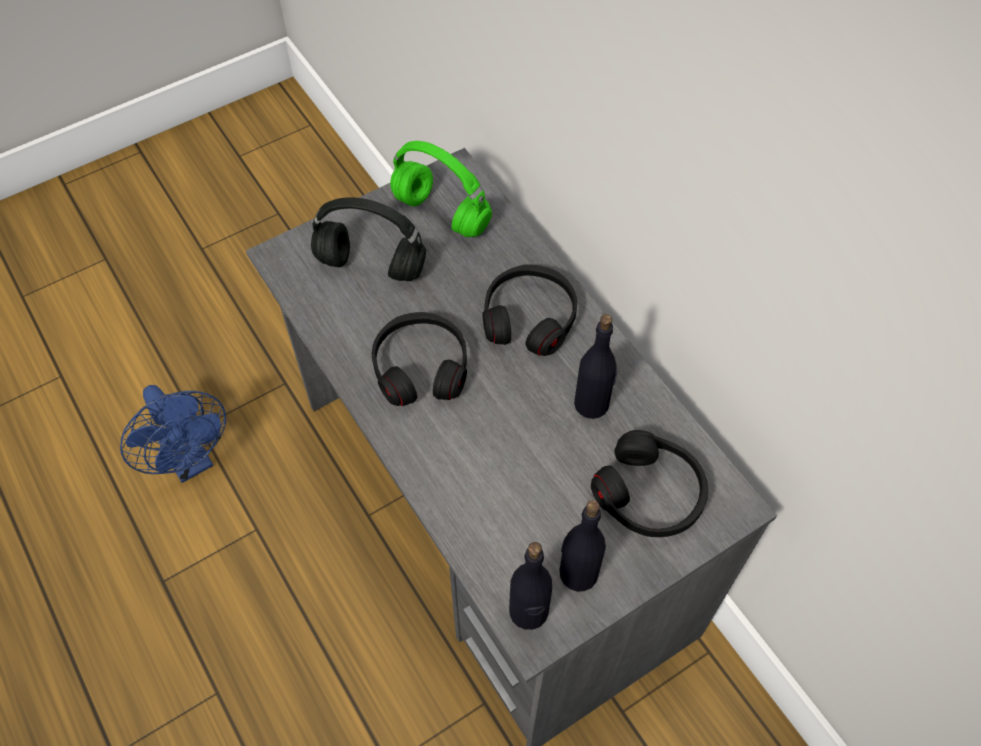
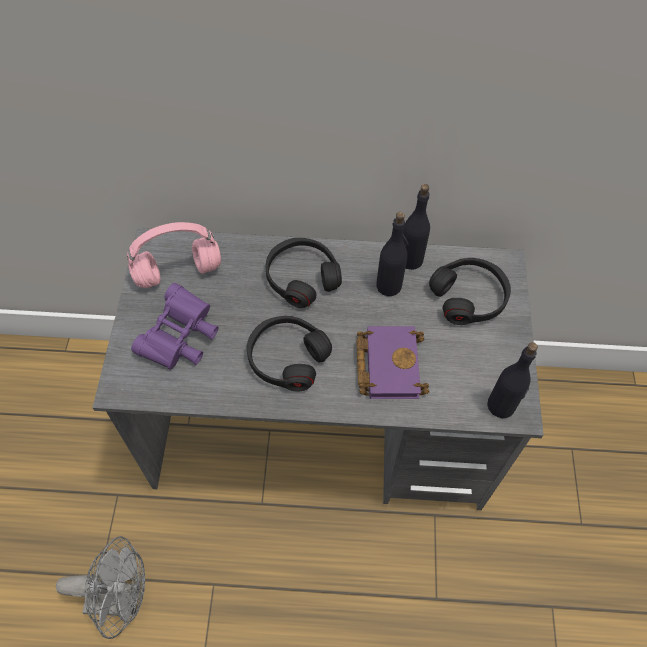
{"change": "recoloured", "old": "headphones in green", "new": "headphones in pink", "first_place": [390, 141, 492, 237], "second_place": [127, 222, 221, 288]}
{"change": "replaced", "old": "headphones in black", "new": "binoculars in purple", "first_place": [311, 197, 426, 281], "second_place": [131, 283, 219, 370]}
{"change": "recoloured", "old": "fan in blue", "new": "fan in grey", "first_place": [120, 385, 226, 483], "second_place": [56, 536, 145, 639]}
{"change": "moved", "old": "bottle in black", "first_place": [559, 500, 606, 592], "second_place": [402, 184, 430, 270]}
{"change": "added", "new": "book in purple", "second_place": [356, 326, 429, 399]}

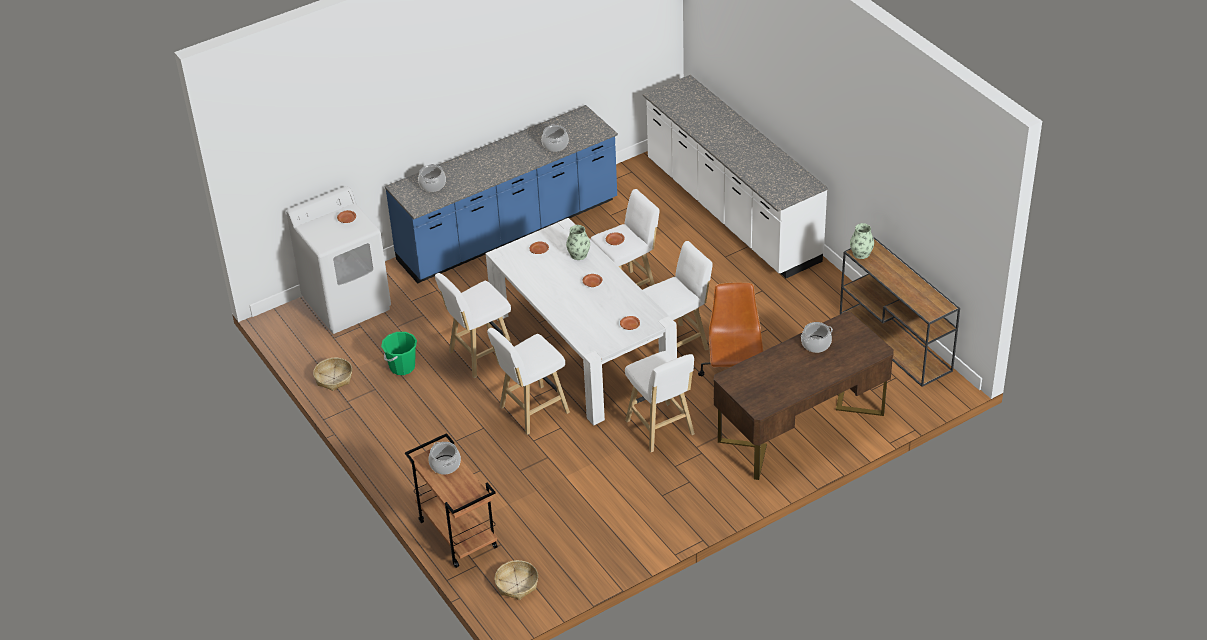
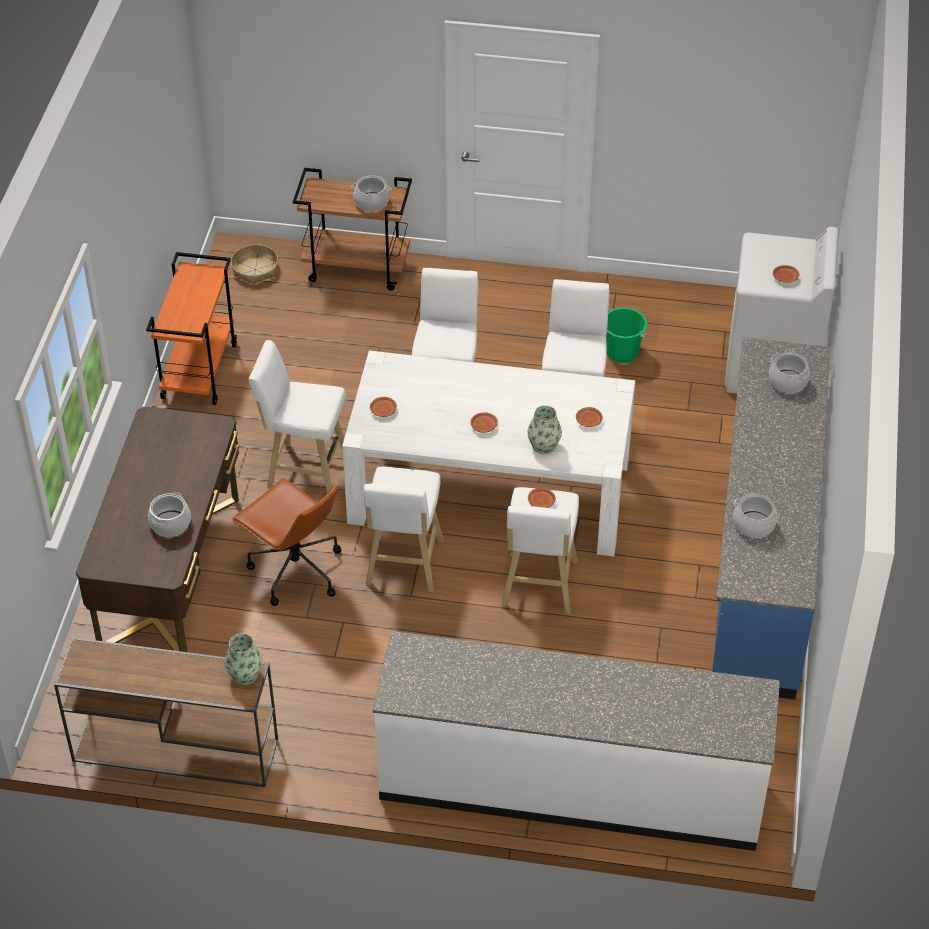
{"change": "removed", "old": "basket", "first_place": [313, 358, 352, 391]}
{"change": "added", "new": "cart in orange", "second_place": [146, 252, 237, 405]}

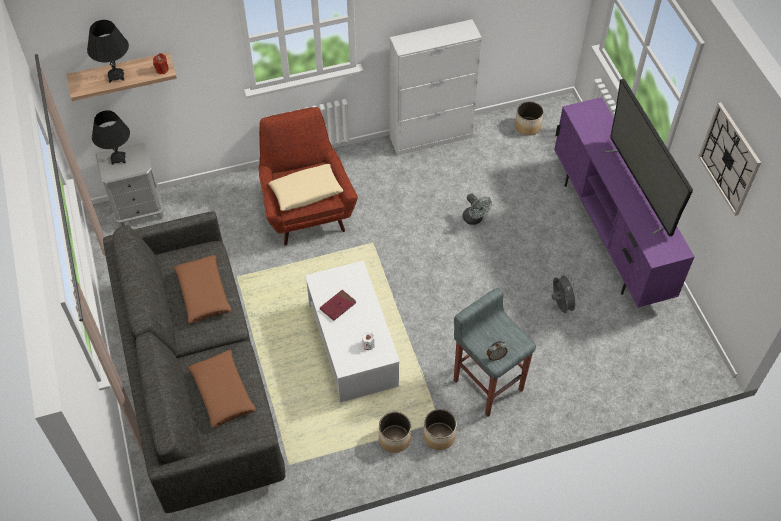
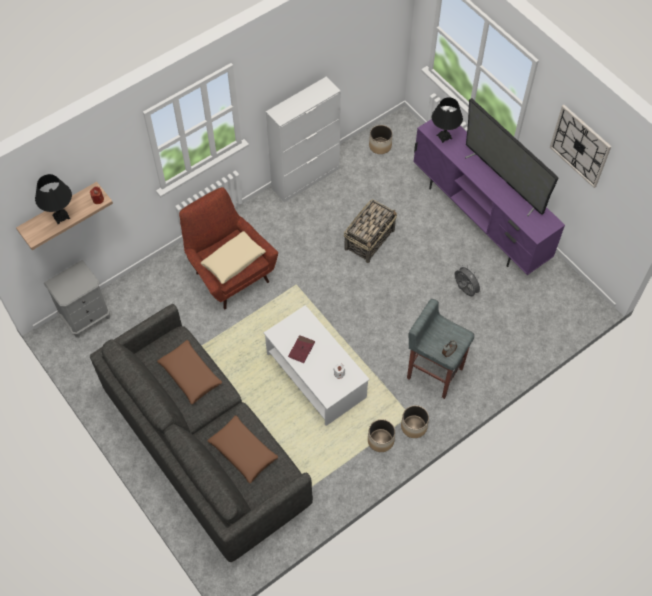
{"change": "moved", "old": "table lamp in black", "first_place": [92, 110, 130, 165], "second_place": [432, 98, 463, 143]}
{"change": "replaced", "old": "fan in grey", "new": "basket", "first_place": [463, 193, 492, 225], "second_place": [344, 199, 397, 263]}

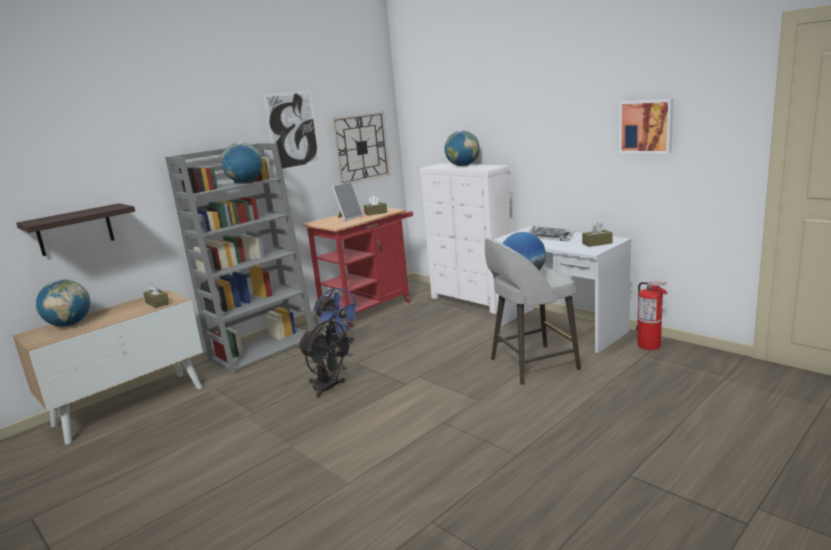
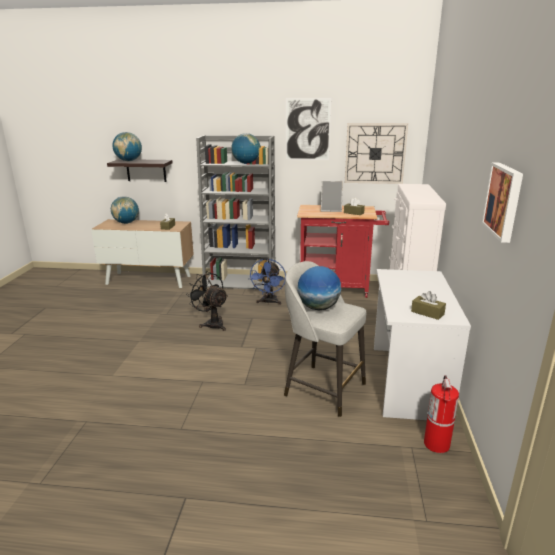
{"change": "moved", "old": "globe", "first_place": [445, 130, 480, 166], "second_place": [112, 132, 142, 161]}
{"change": "removed", "old": "keyboard", "first_place": [529, 226, 575, 241]}
{"change": "turned", "old": "fan in black", "first_place": [298, 321, 354, 398], "second_place": [186, 272, 228, 331], "degrees": 135}

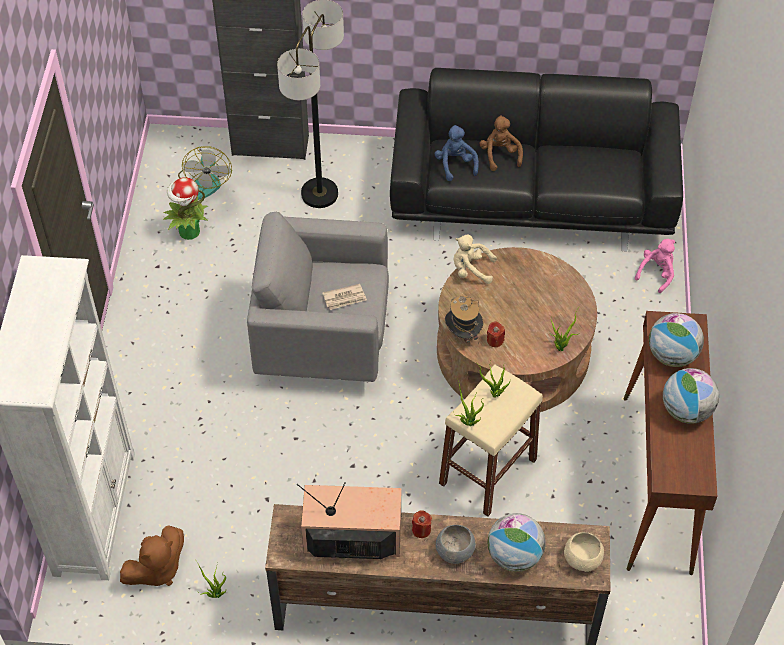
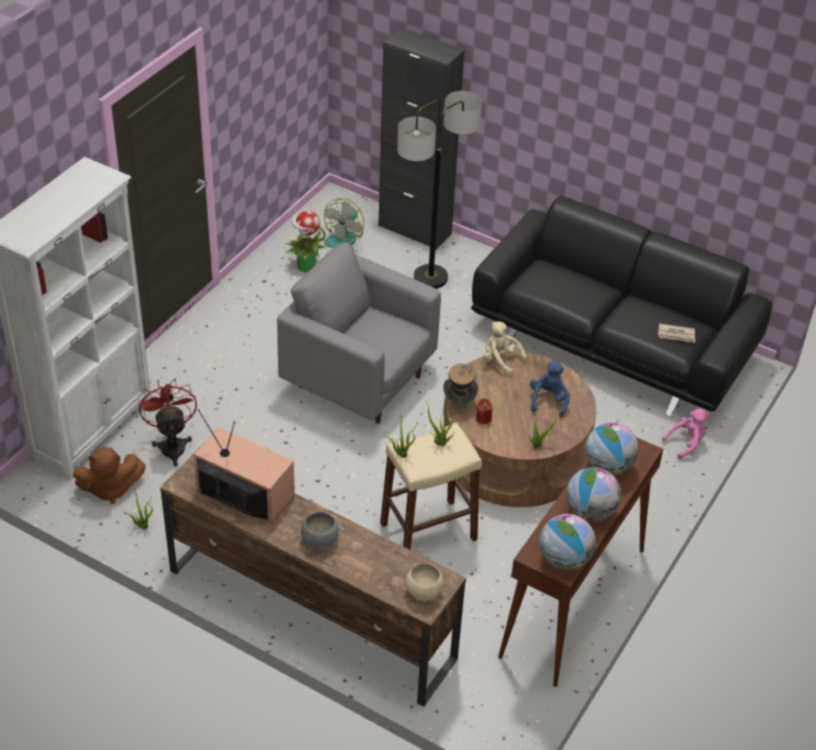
{"change": "removed", "old": "plush toy in brown", "first_place": [479, 115, 523, 171]}
{"change": "moved", "old": "plush toy in blue", "first_place": [434, 125, 479, 181], "second_place": [530, 360, 570, 417]}
{"change": "moved", "old": "newspaper", "first_place": [323, 284, 367, 310], "second_place": [658, 323, 695, 343]}
{"change": "removed", "old": "candle in red", "first_place": [412, 510, 432, 538]}
{"change": "moved", "old": "globe", "first_place": [487, 513, 546, 572], "second_place": [539, 514, 596, 571]}
{"change": "added", "new": "fan in red", "second_place": [138, 379, 197, 466]}

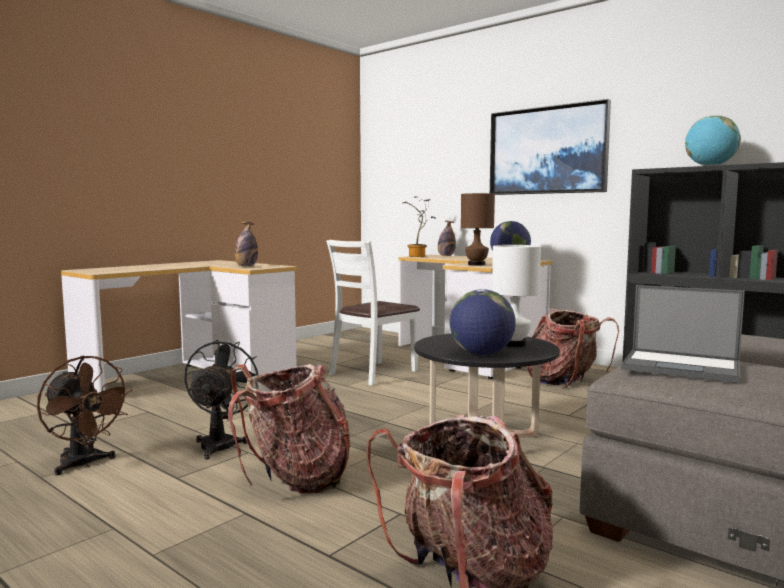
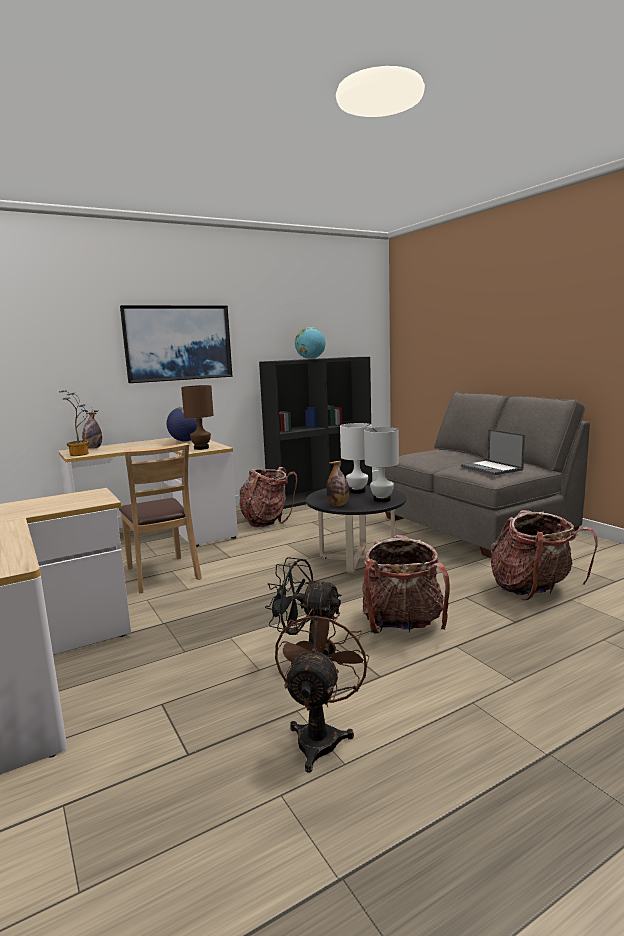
{"change": "moved", "old": "bottle", "first_place": [234, 222, 258, 266], "second_place": [326, 461, 349, 506]}
{"change": "recoloured", "old": "chair in white", "new": "chair in brown", "first_place": [326, 240, 420, 386], "second_place": [119, 443, 202, 593]}
{"change": "turned", "old": "laptop", "first_place": [621, 285, 745, 383], "second_place": [461, 429, 525, 475], "degrees": 105}
{"change": "replaced", "old": "globe", "new": "table lamp in white", "first_place": [449, 289, 516, 355], "second_place": [364, 427, 399, 503]}
{"change": "turned", "old": "fan in brown", "first_place": [37, 356, 133, 475], "second_place": [275, 608, 369, 772], "degrees": -45}

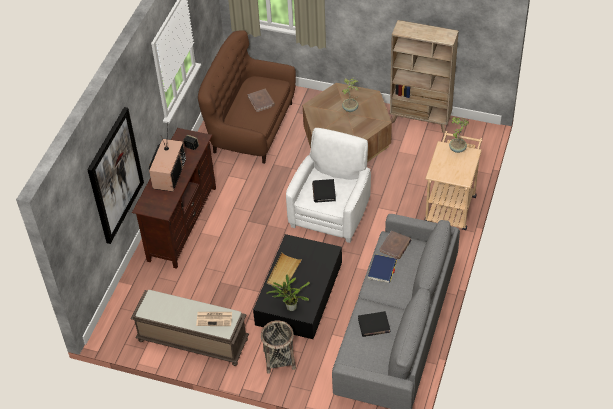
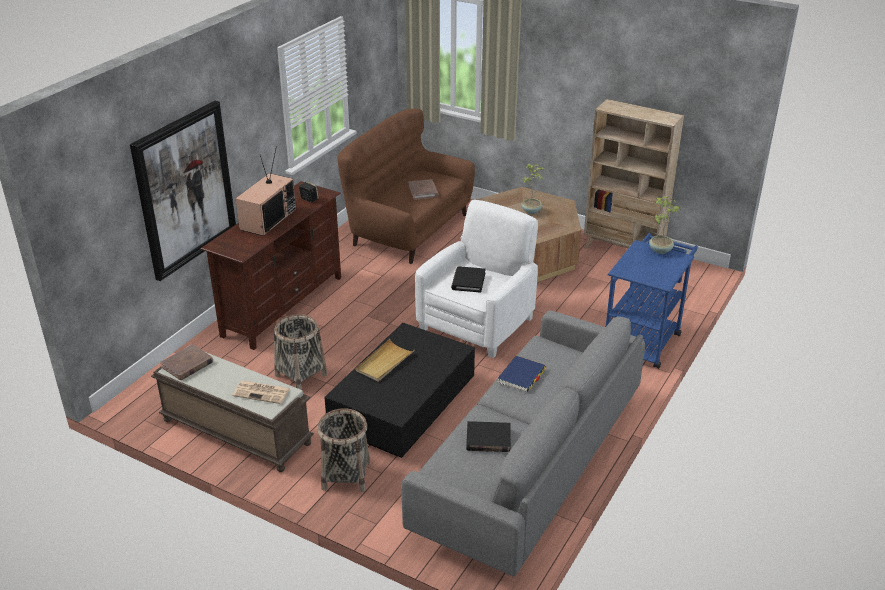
{"change": "recoloured", "old": "cart in beige", "new": "cart in blue", "first_place": [425, 131, 482, 230], "second_place": [606, 233, 698, 369]}
{"change": "moved", "old": "book in brown", "first_place": [379, 231, 411, 259], "second_place": [160, 344, 213, 380]}
{"change": "removed", "old": "potted plant", "first_place": [266, 275, 310, 311]}
{"change": "added", "new": "basket", "second_place": [274, 314, 327, 390]}

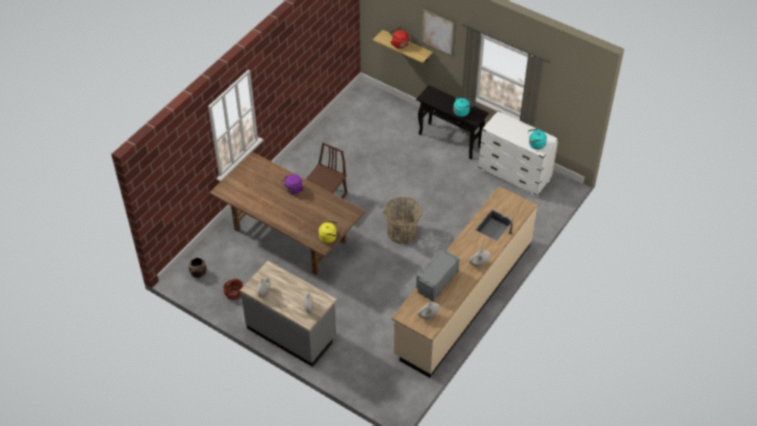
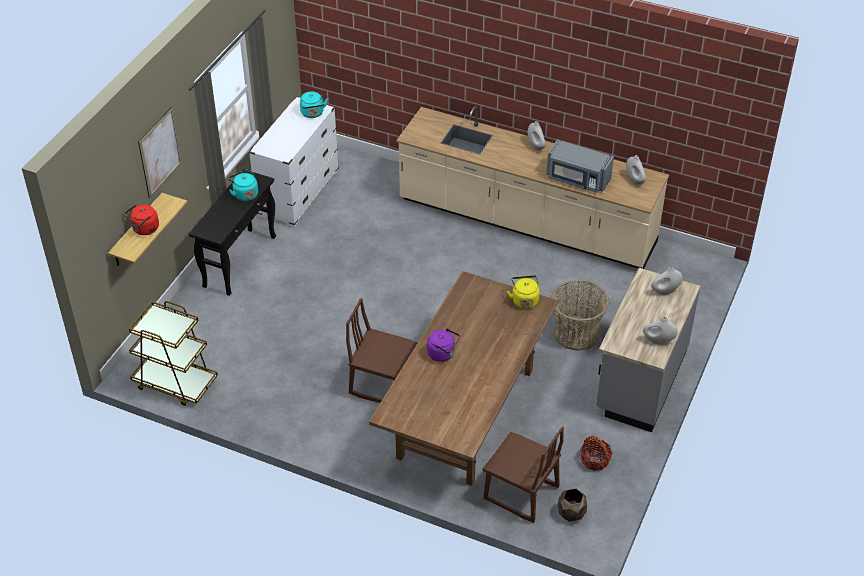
{"change": "moved", "old": "basket", "first_place": [383, 196, 422, 244], "second_place": [551, 280, 609, 351]}
{"change": "added", "new": "cart in brown", "second_place": [129, 301, 218, 406]}
{"change": "added", "new": "chair in brown", "second_place": [483, 426, 564, 523]}

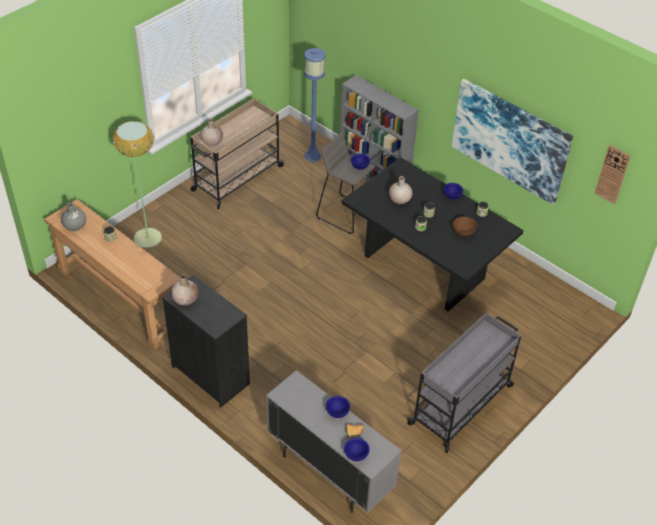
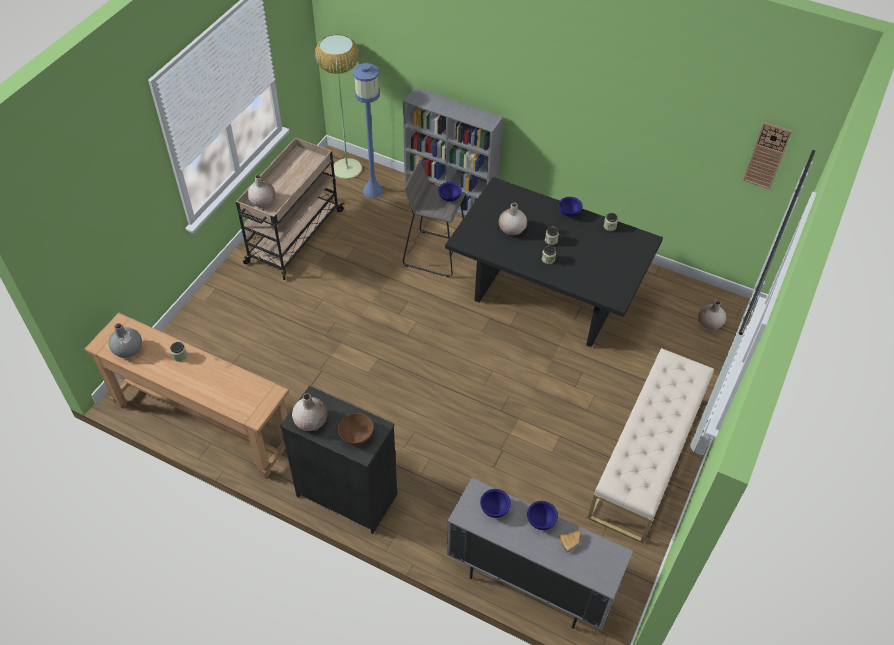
{"change": "removed", "old": "picture", "first_place": [452, 79, 573, 205]}
{"change": "moved", "old": "floor lamp", "first_place": [113, 121, 162, 248], "second_place": [315, 34, 362, 179]}
{"change": "moved", "old": "bowl in brown", "first_place": [453, 217, 477, 236], "second_place": [338, 413, 374, 445]}
{"change": "replaced", "old": "cart in grey", "new": "bench in beige", "first_place": [407, 313, 521, 453], "second_place": [587, 348, 714, 543]}
{"change": "moved", "old": "bowl in blue", "first_place": [344, 438, 370, 461], "second_place": [480, 489, 511, 518]}
{"change": "added", "new": "vase in beige", "second_place": [698, 300, 726, 330]}

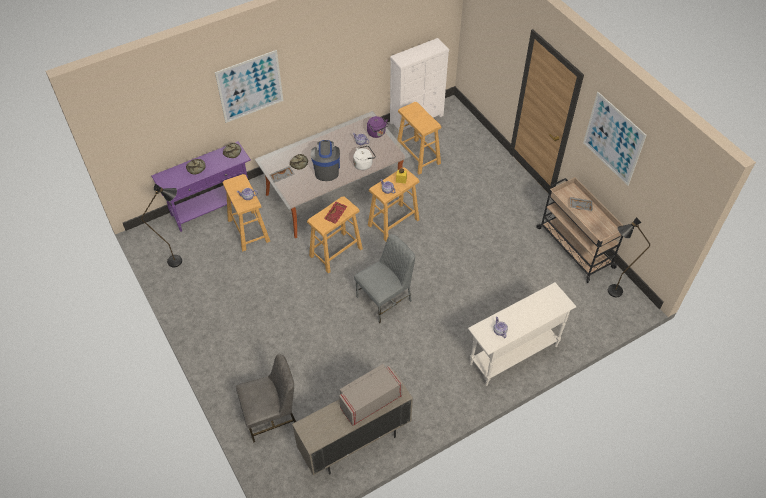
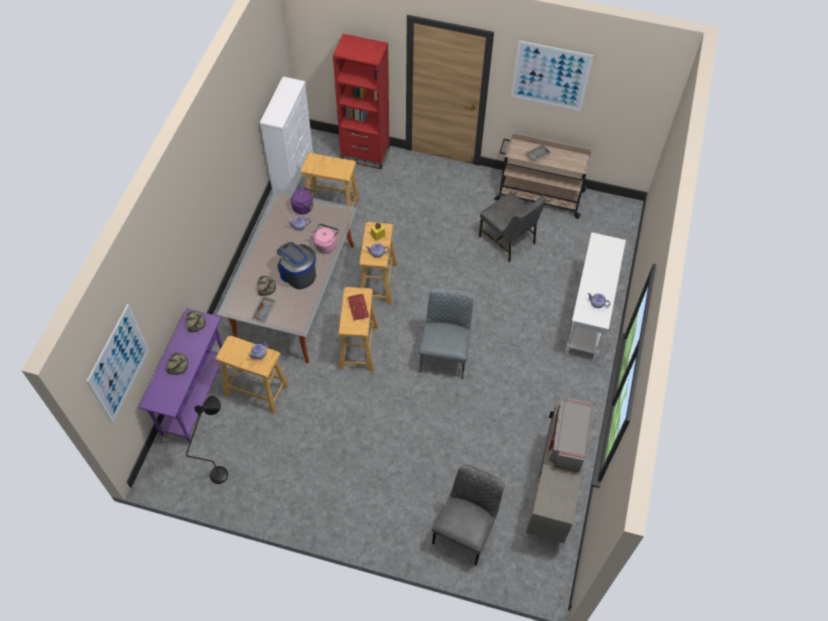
{"change": "moved", "old": "picture", "first_place": [215, 50, 283, 123], "second_place": [87, 304, 149, 423]}
{"change": "recoloured", "old": "kettle in white", "new": "kettle in pink", "first_place": [353, 145, 376, 170], "second_place": [310, 224, 339, 253]}
{"change": "removed", "old": "floor lamp in black", "first_place": [608, 217, 650, 297]}
{"change": "added", "new": "bookcase in red", "second_place": [333, 34, 390, 169]}
{"change": "added", "new": "chair in grey", "second_place": [479, 192, 546, 262]}

